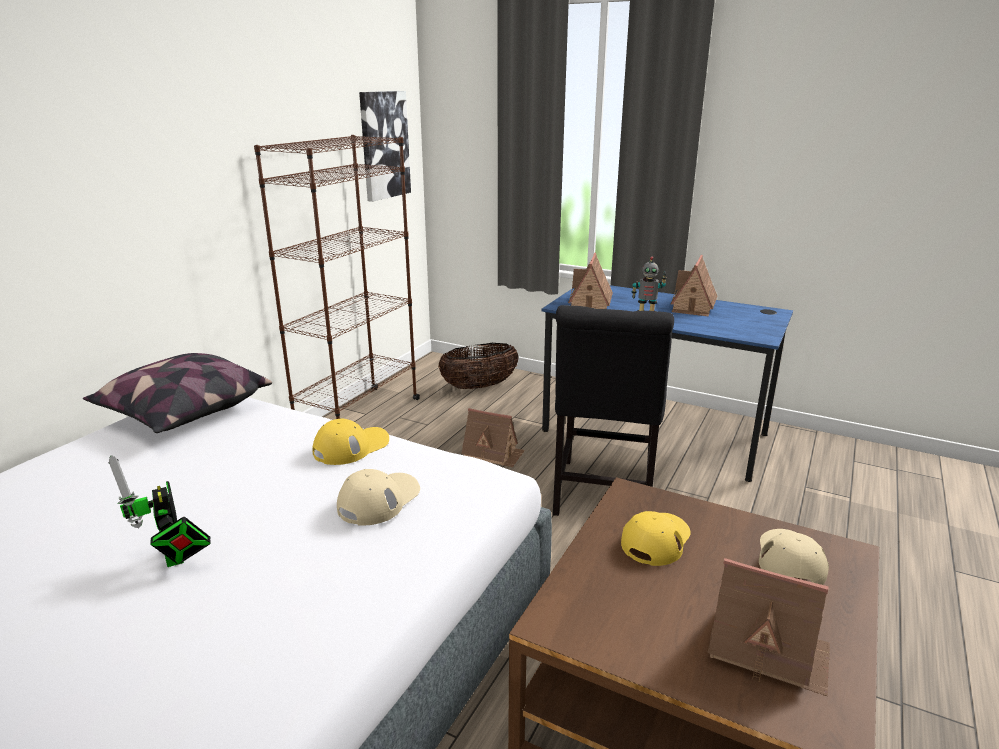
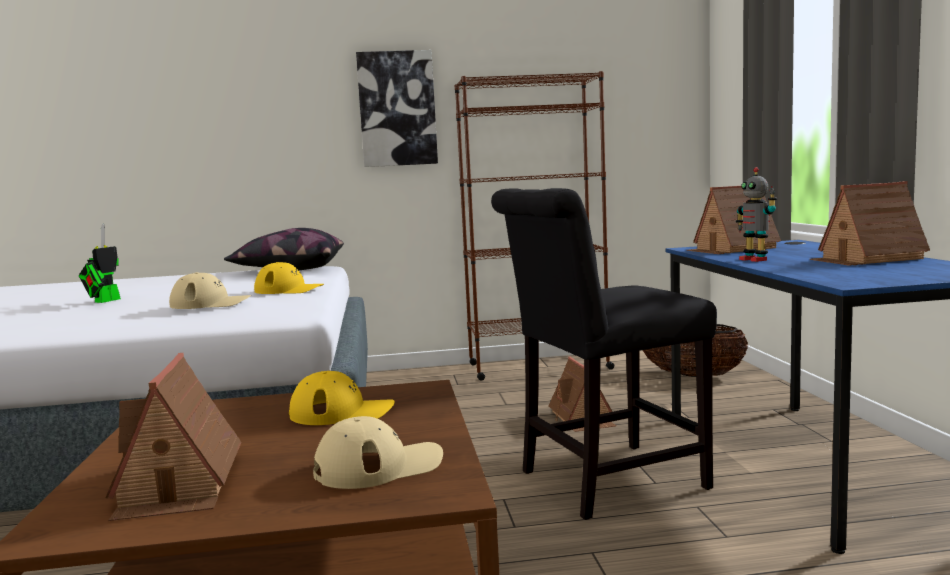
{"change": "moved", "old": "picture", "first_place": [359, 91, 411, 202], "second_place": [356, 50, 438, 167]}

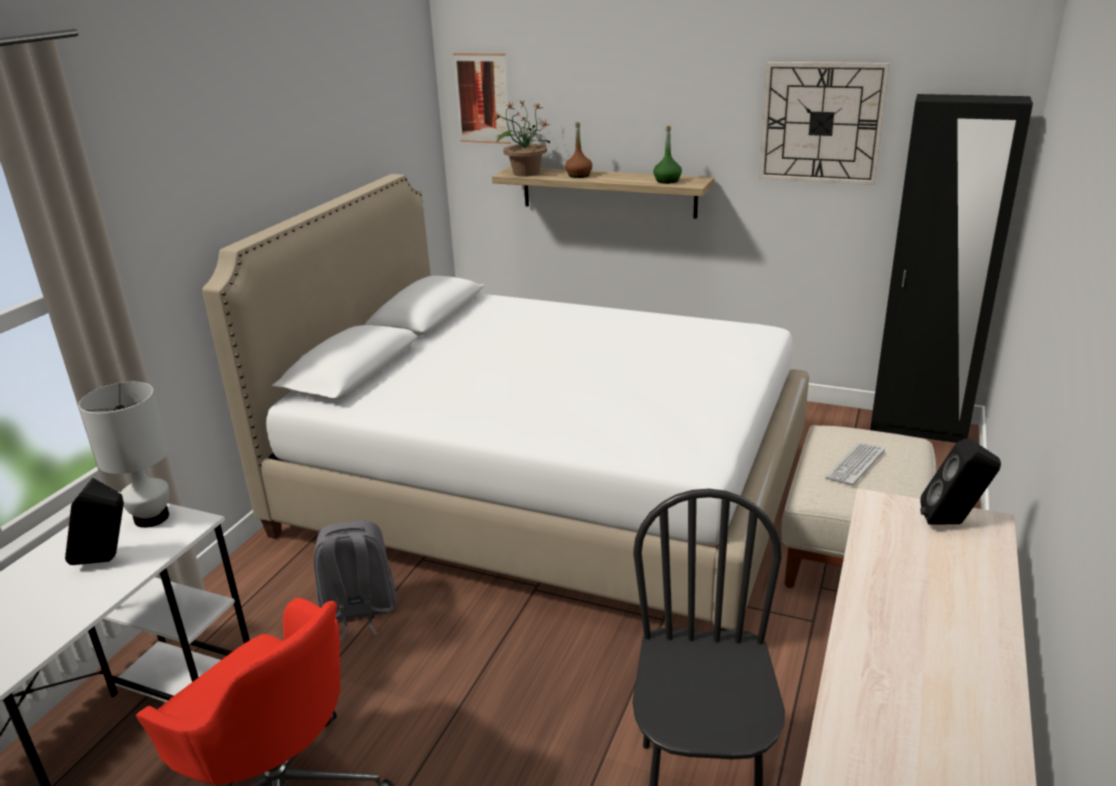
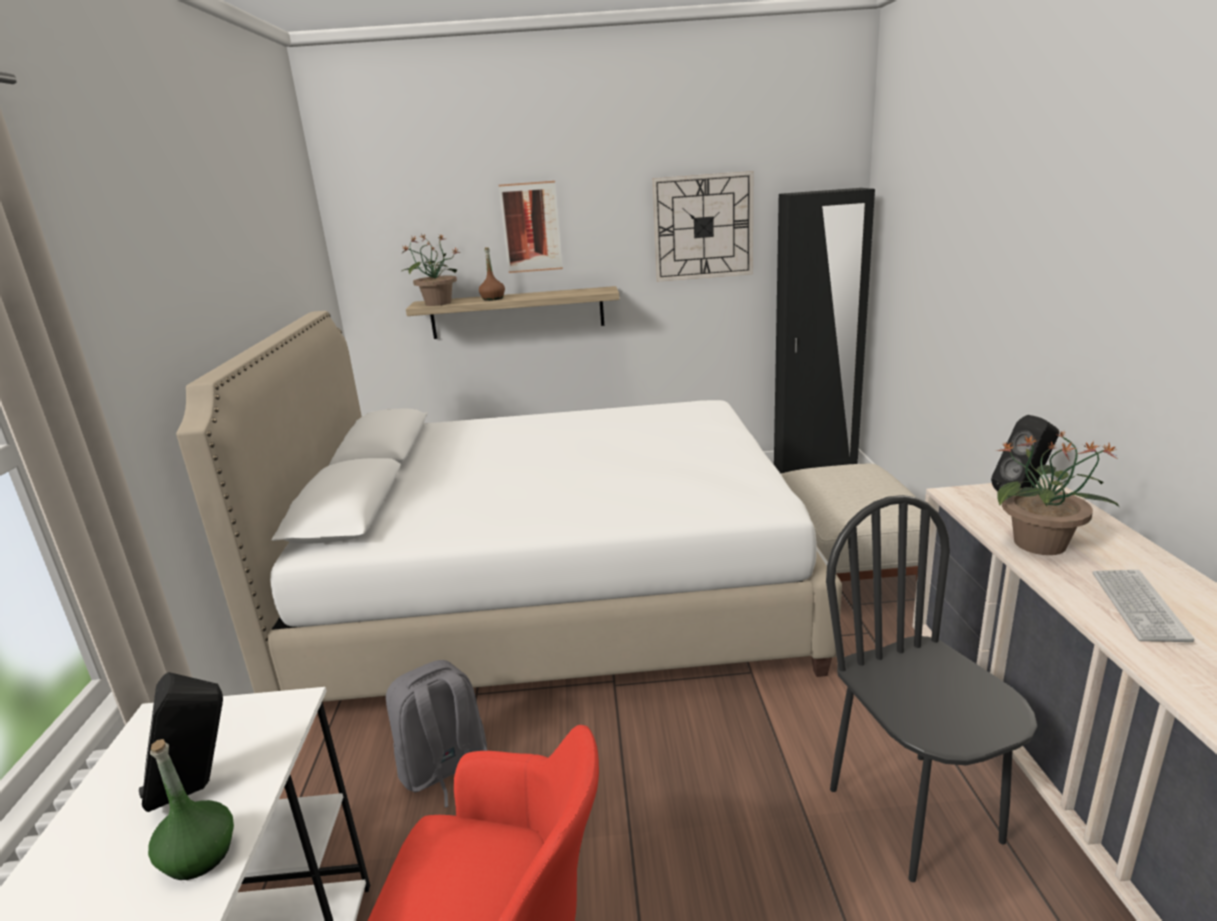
{"change": "moved", "old": "picture", "first_place": [453, 53, 511, 144], "second_place": [499, 181, 563, 273]}
{"change": "moved", "old": "bottle in green", "first_place": [653, 125, 682, 184], "second_place": [148, 739, 234, 880]}
{"change": "removed", "old": "table lamp in white", "first_place": [79, 382, 169, 528]}
{"change": "moved", "old": "keyboard", "first_place": [825, 443, 885, 486], "second_place": [1092, 570, 1194, 642]}
{"change": "added", "new": "potted plant", "second_place": [996, 431, 1119, 555]}

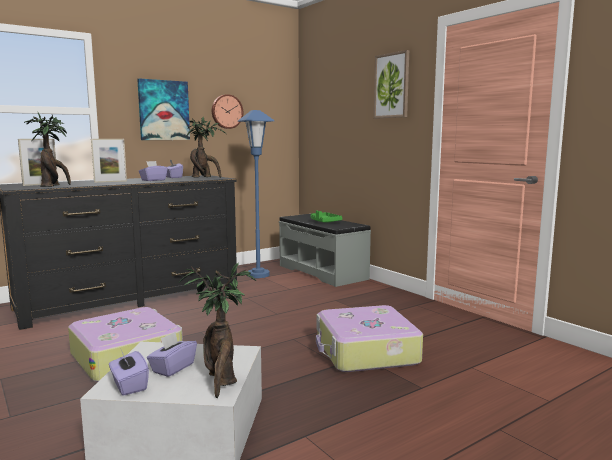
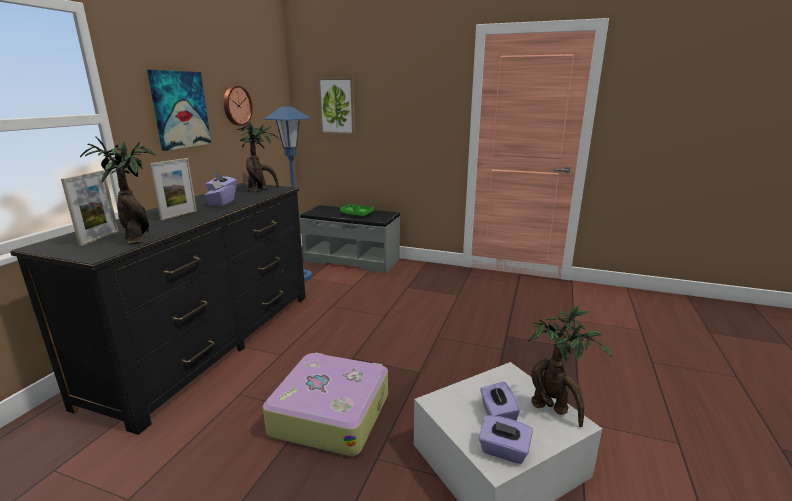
{"change": "moved", "old": "picture", "first_place": [374, 50, 409, 118], "second_place": [318, 77, 355, 135]}
{"change": "removed", "old": "suitcase", "first_place": [316, 305, 423, 372]}

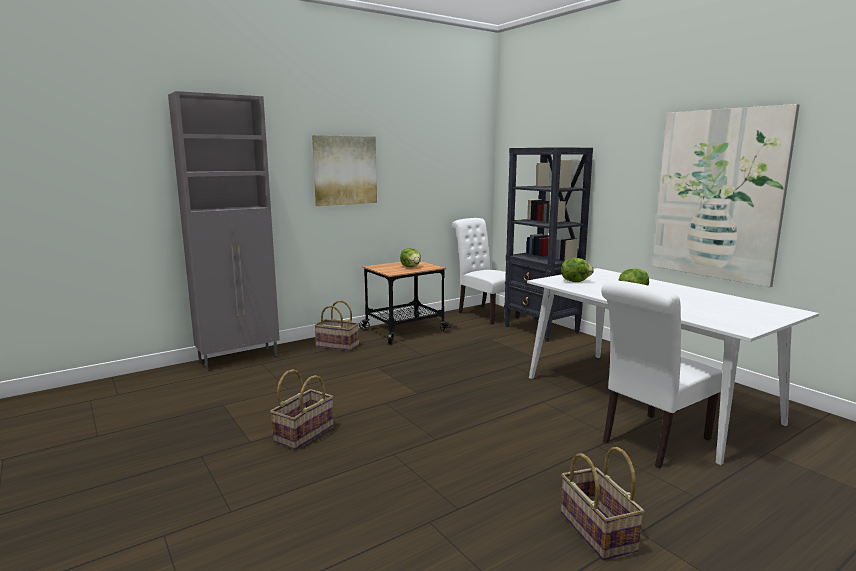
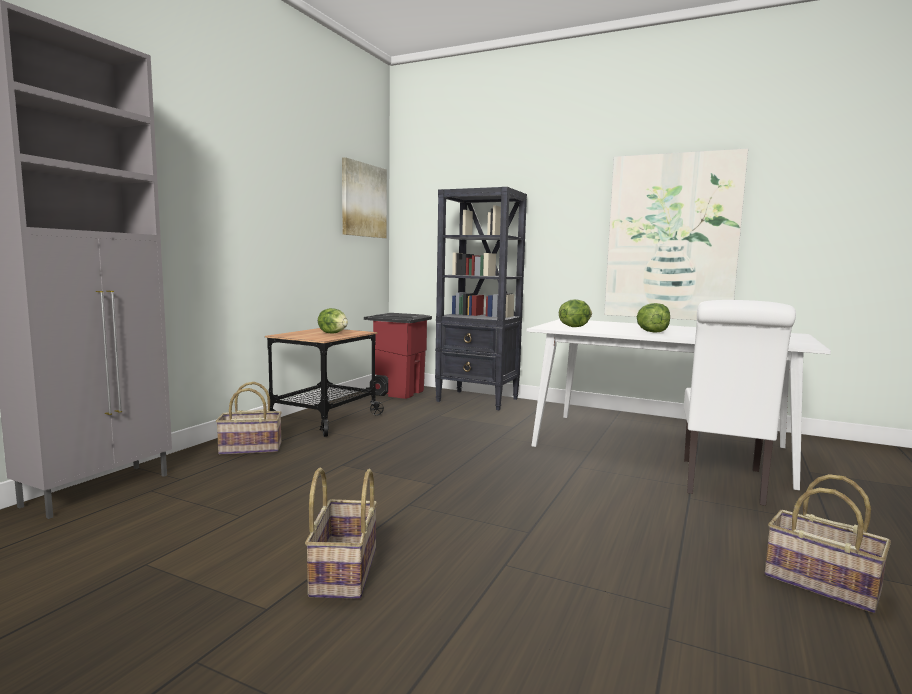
{"change": "moved", "old": "picture", "first_place": [312, 135, 377, 206], "second_place": [342, 157, 387, 238]}
{"change": "replaced", "old": "chair in white", "new": "trash can in red", "first_place": [452, 218, 520, 325], "second_place": [364, 313, 432, 399]}

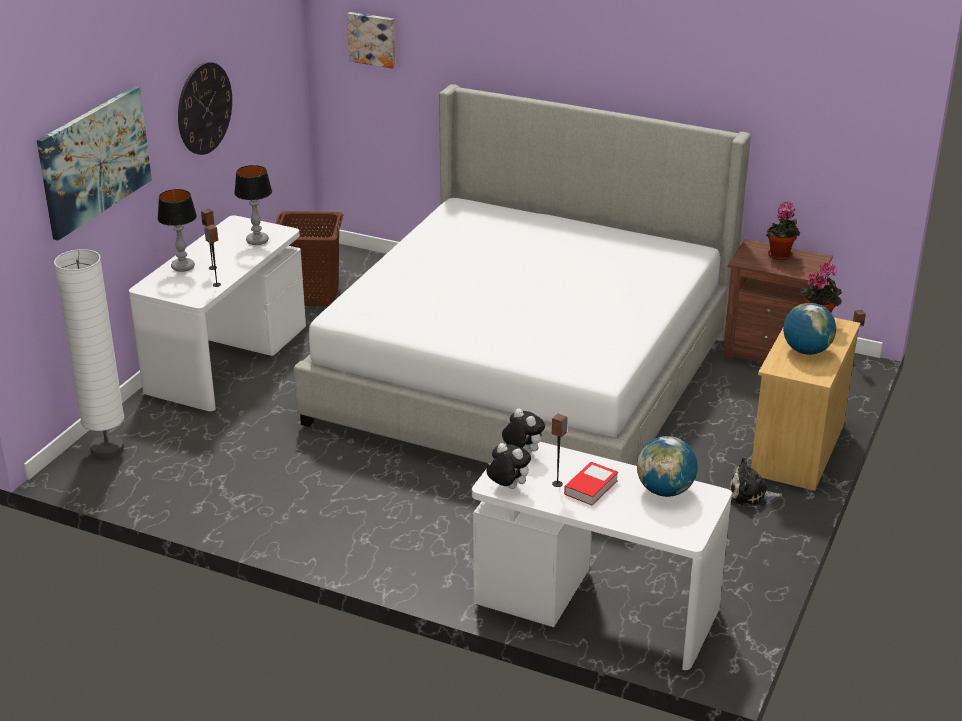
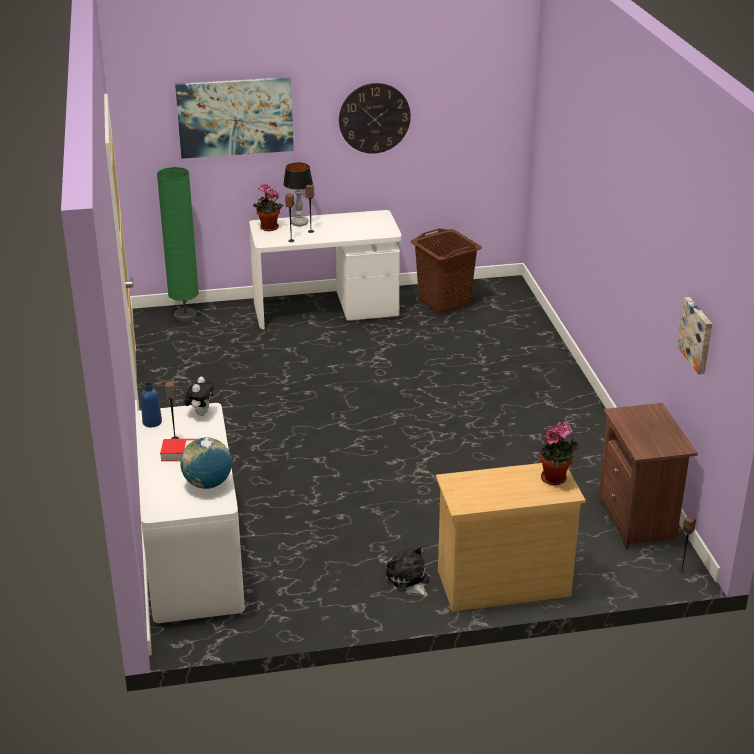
{"change": "moved", "old": "picture", "first_place": [347, 12, 395, 69], "second_place": [677, 297, 712, 374]}
{"change": "removed", "old": "bed", "first_place": [294, 84, 751, 466]}
{"change": "removed", "old": "table lamp", "first_place": [234, 165, 272, 245]}
{"change": "moved", "old": "potted plant", "first_place": [766, 201, 800, 260], "second_place": [253, 184, 284, 231]}
{"change": "recoloured", "old": "floor lamp in white", "new": "floor lamp in green", "first_place": [54, 249, 124, 458], "second_place": [157, 167, 199, 322]}
{"change": "removed", "old": "globe", "first_place": [783, 303, 836, 355]}
{"change": "replaced", "old": "plush toy", "new": "bottle in blue", "first_place": [486, 443, 531, 489], "second_place": [141, 382, 162, 427]}

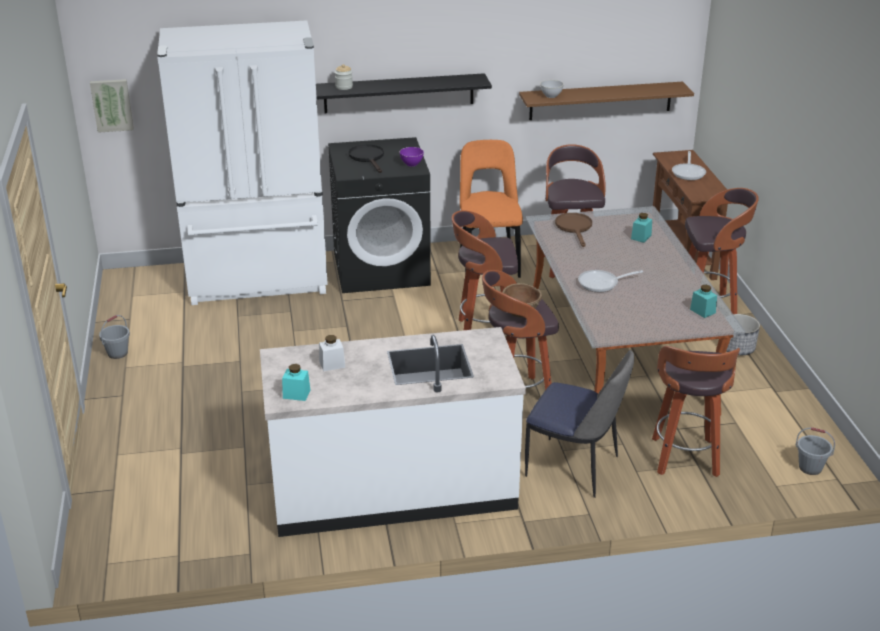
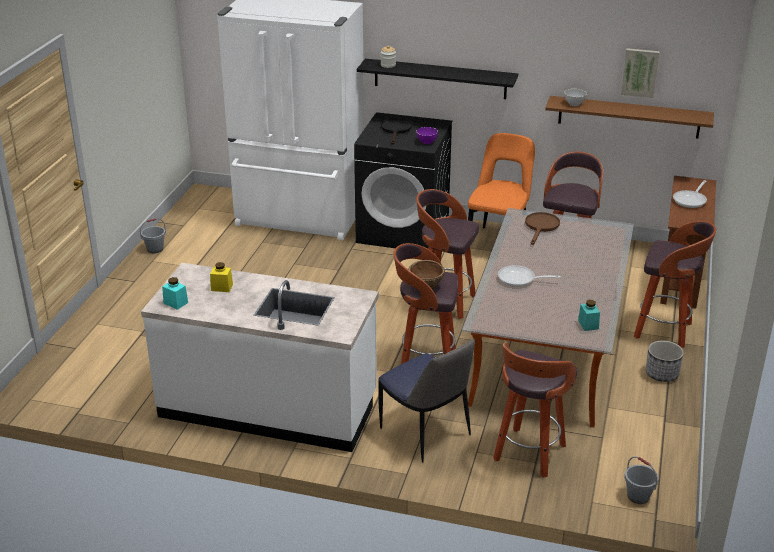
{"change": "moved", "old": "picture", "first_place": [90, 79, 134, 133], "second_place": [621, 48, 660, 98]}
{"change": "removed", "old": "jar in turquoise", "first_place": [631, 213, 652, 243]}
{"change": "recoloured", "old": "jar in white", "new": "jar in yellow", "first_place": [319, 335, 346, 371], "second_place": [210, 262, 233, 292]}

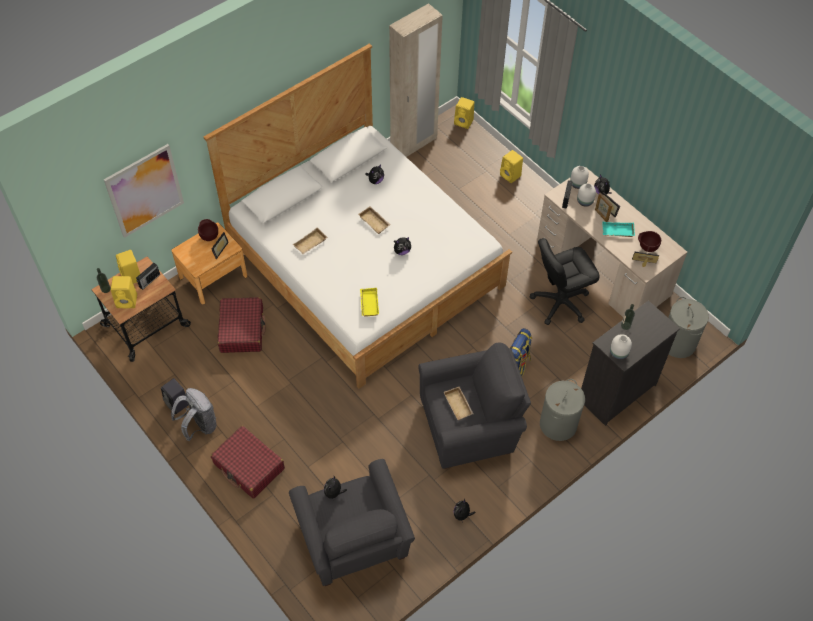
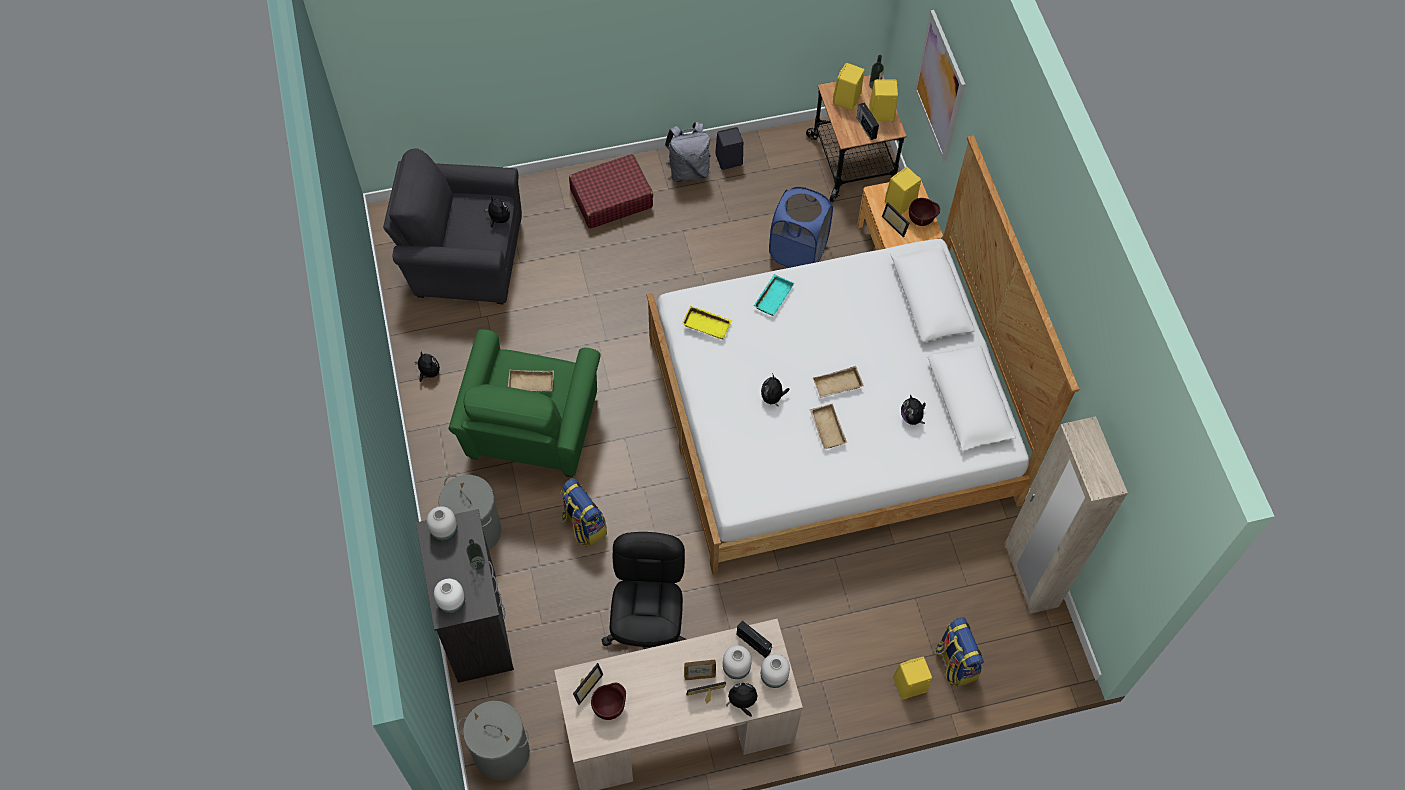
{"change": "moved", "old": "speaker in yellow", "first_place": [454, 97, 474, 129], "second_place": [885, 167, 921, 214]}
{"change": "moved", "old": "tray in turquoise", "first_place": [603, 222, 635, 237], "second_place": [754, 274, 795, 316]}
{"change": "moved", "old": "tray in beige", "first_place": [293, 227, 327, 254], "second_place": [810, 403, 847, 449]}
{"change": "replaced", "old": "suitcase in red", "new": "laundry basket in blue", "first_place": [218, 297, 266, 353], "second_place": [769, 187, 833, 268]}
{"change": "recoloured", "old": "armchair in grey", "new": "armchair in green", "first_place": [418, 342, 531, 469], "second_place": [449, 329, 601, 478]}
{"change": "added", "new": "vase in white", "second_place": [434, 579, 465, 614]}
{"change": "added", "new": "backpack", "second_place": [935, 617, 984, 687]}

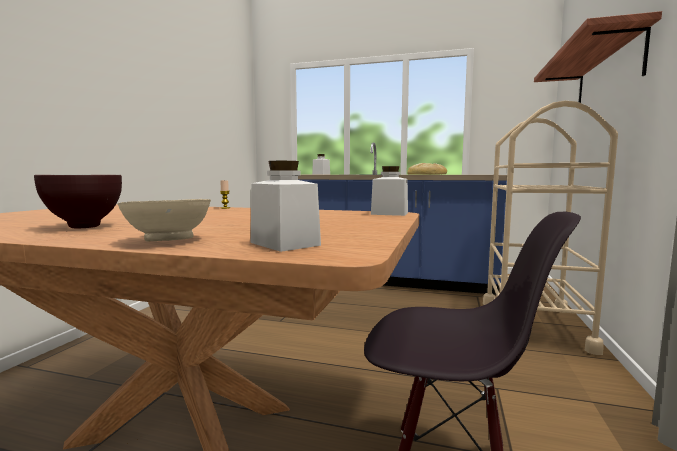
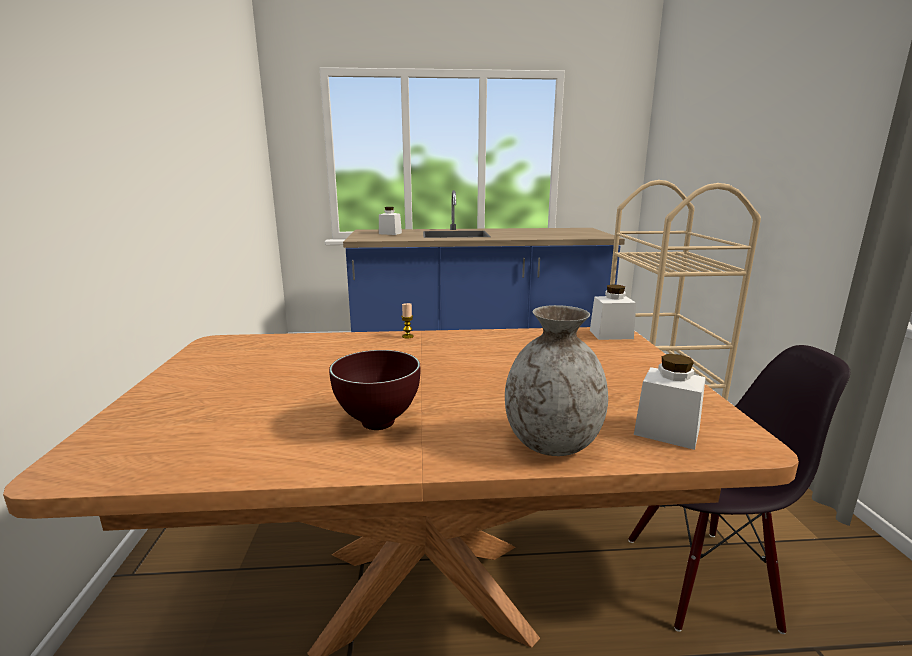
{"change": "removed", "old": "shelf", "first_place": [534, 11, 662, 103]}
{"change": "removed", "old": "bread", "first_place": [407, 163, 447, 175]}
{"change": "replaced", "old": "bowl in beige", "new": "vase in grey", "first_place": [117, 199, 211, 242], "second_place": [505, 305, 608, 456]}

